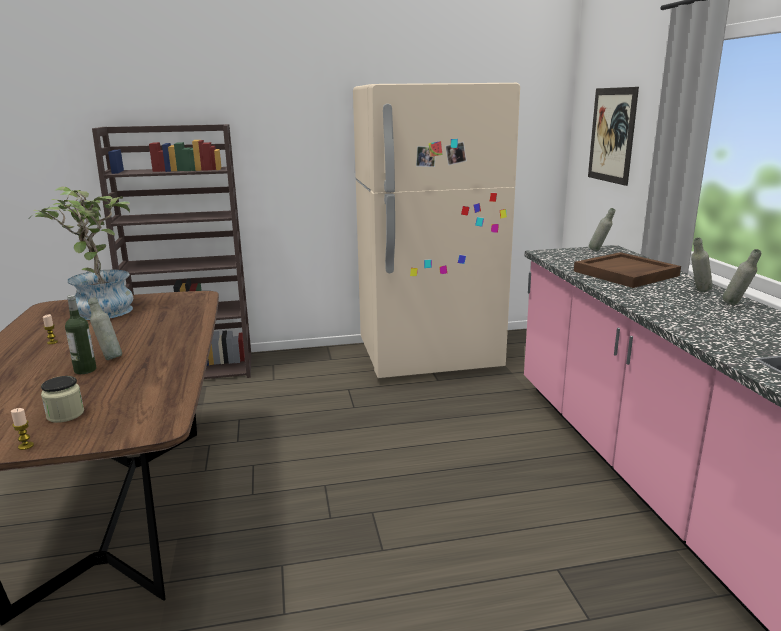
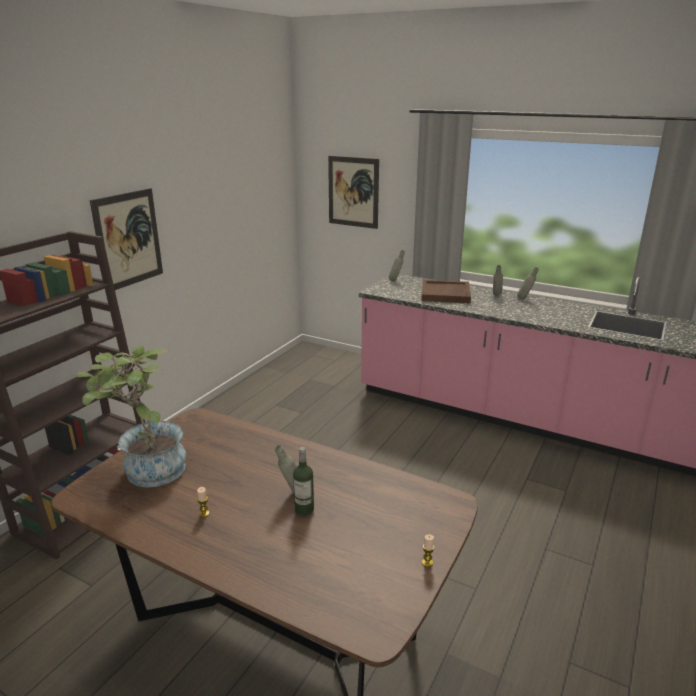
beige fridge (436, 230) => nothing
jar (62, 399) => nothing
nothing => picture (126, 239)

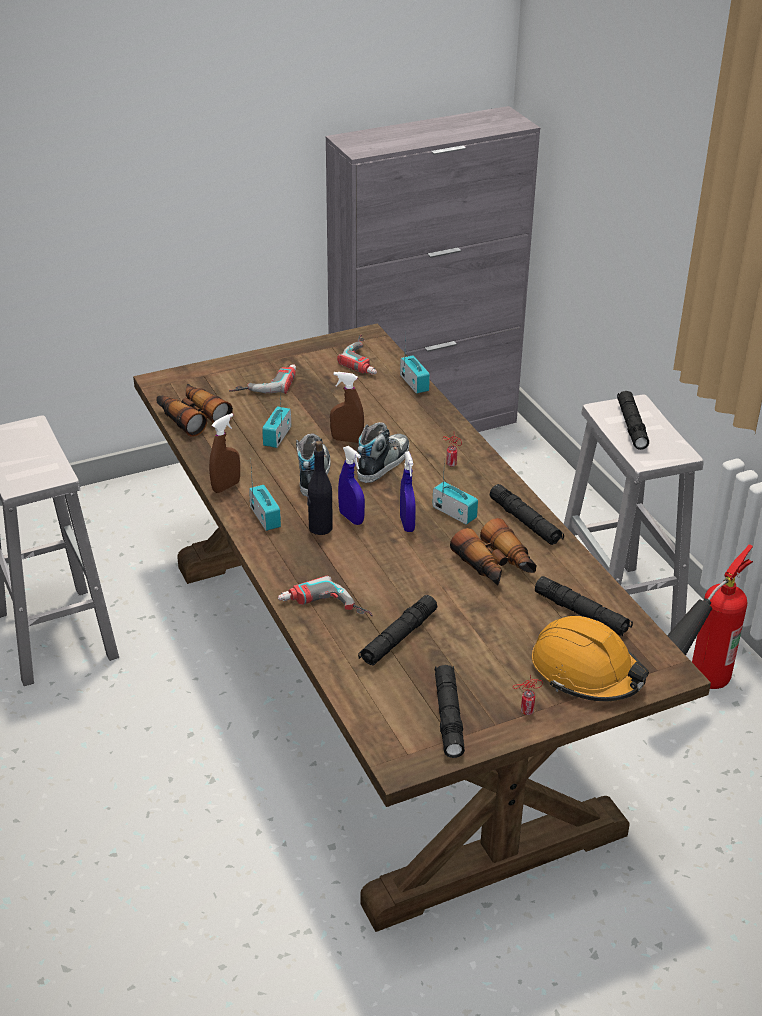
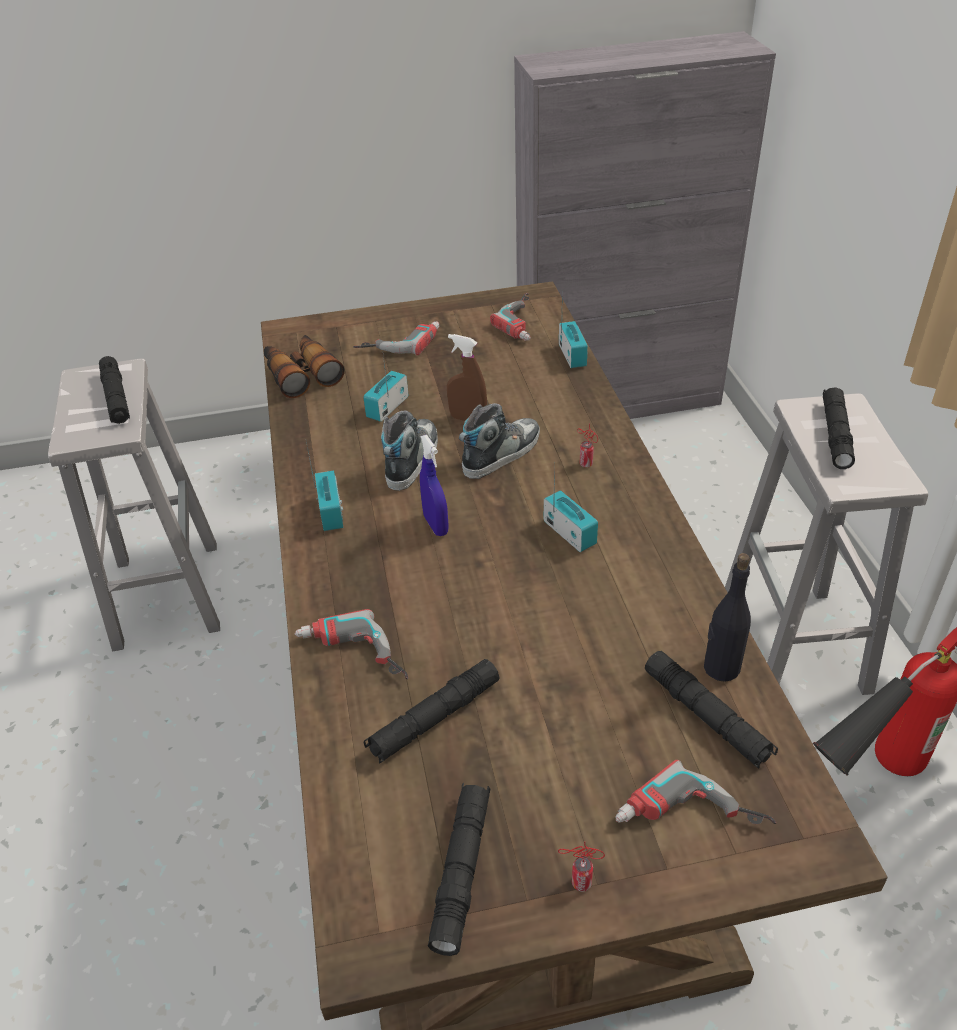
brown spray bottle (224, 453) => nothing
black bottle (320, 488) => black bottle (727, 617), shifted
blue spray bottle (408, 491) => nothing
black flashlight (527, 514) => black flashlight (114, 390), shifted
binoculars (493, 551) => nothing
orange hard hat (590, 658) => power drill (696, 792)

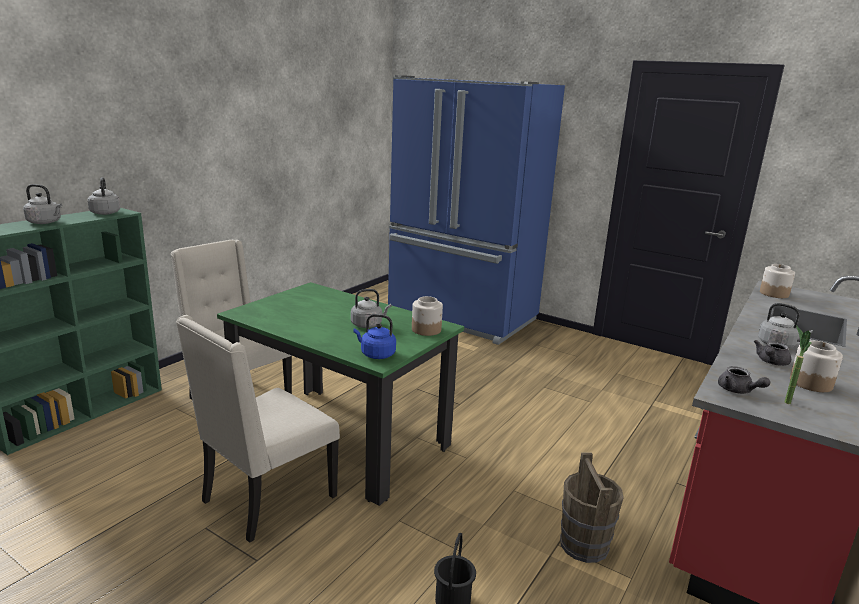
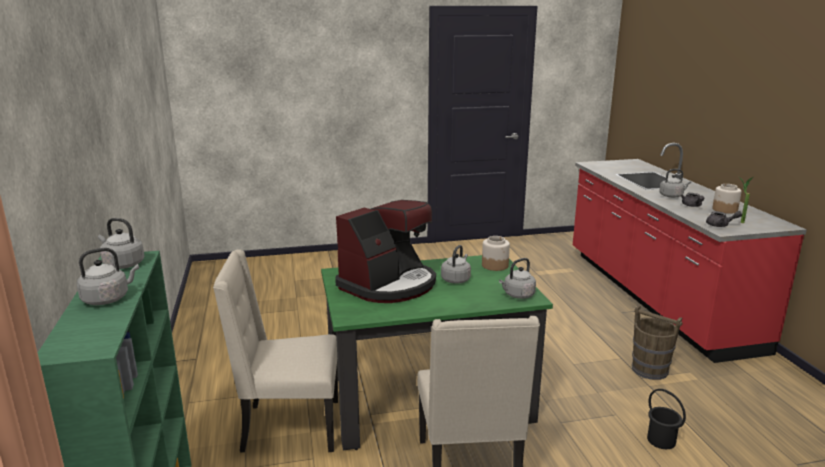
blue fridge (476, 210) => nothing
jar (777, 281) => nothing
blue kettle (375, 336) => grey kettle (517, 278)
nothing => coffee machine (385, 251)

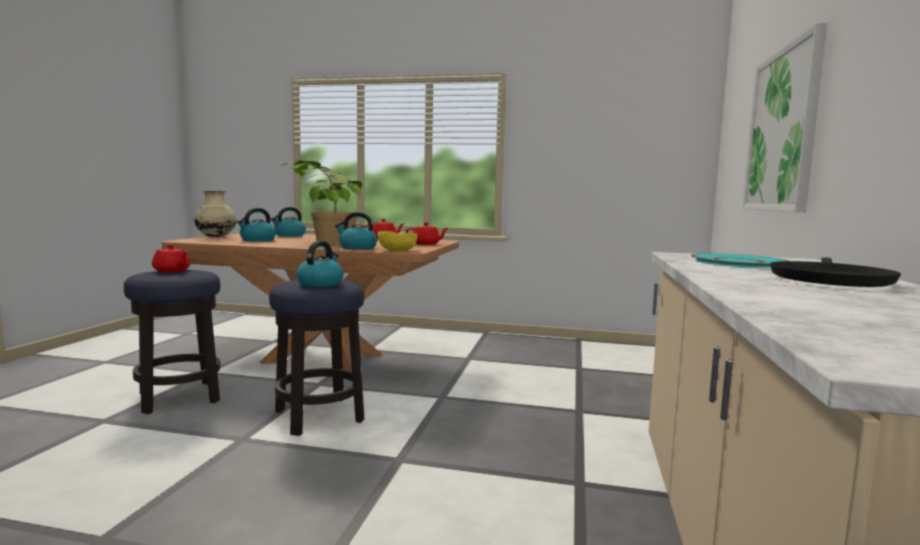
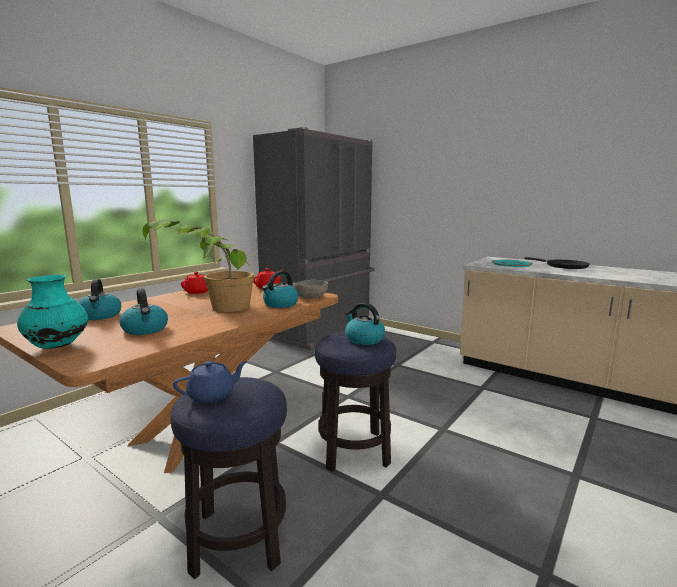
picture (784, 117) => nothing
beige vase (215, 214) => turquoise vase (52, 312)
yellow bowl (397, 241) => grey bowl (310, 289)
red teapot (171, 258) => blue teapot (210, 382)
nothing => grey fridge (314, 238)

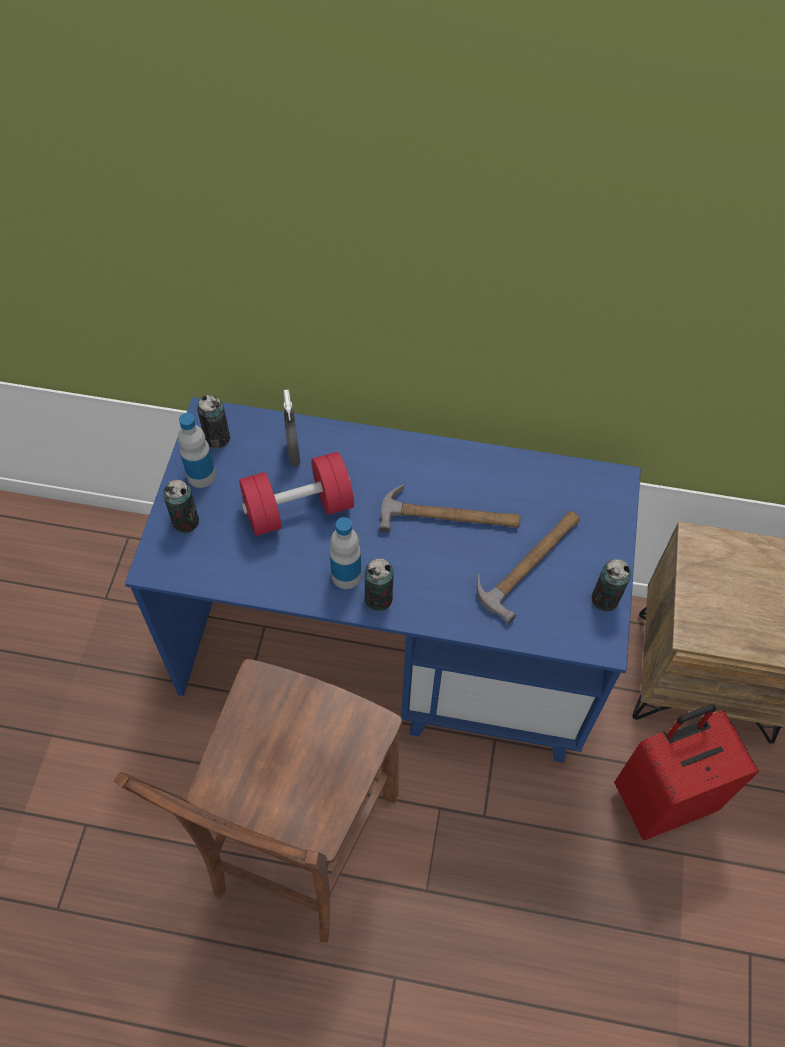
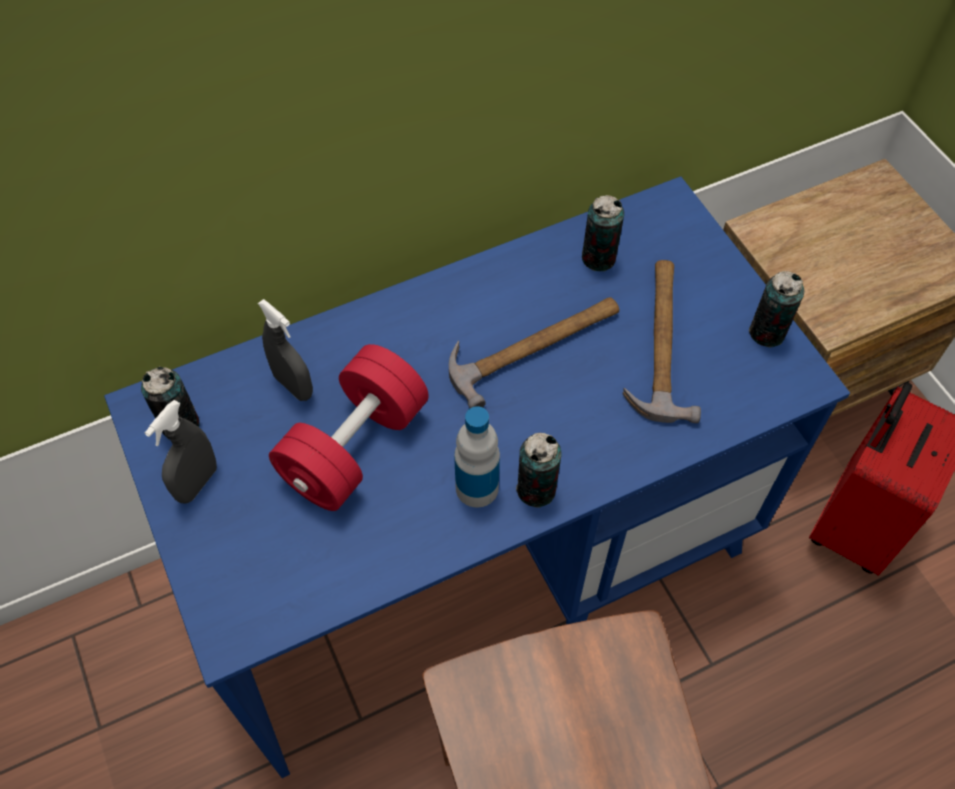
bottle (197, 450) => grey spray bottle (181, 452)
can (181, 506) => can (603, 233), shifted

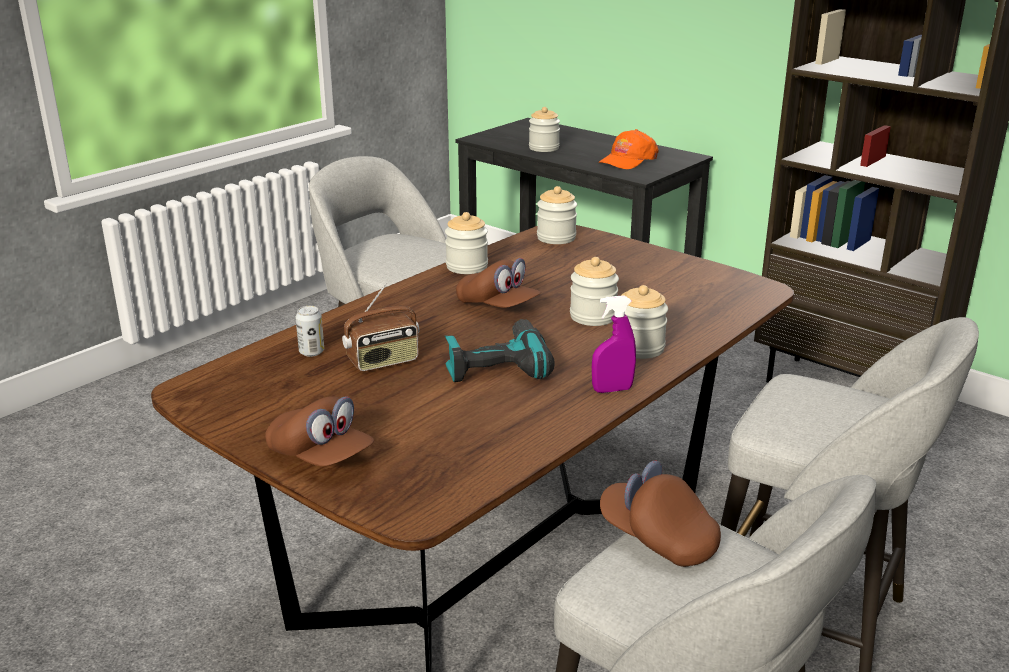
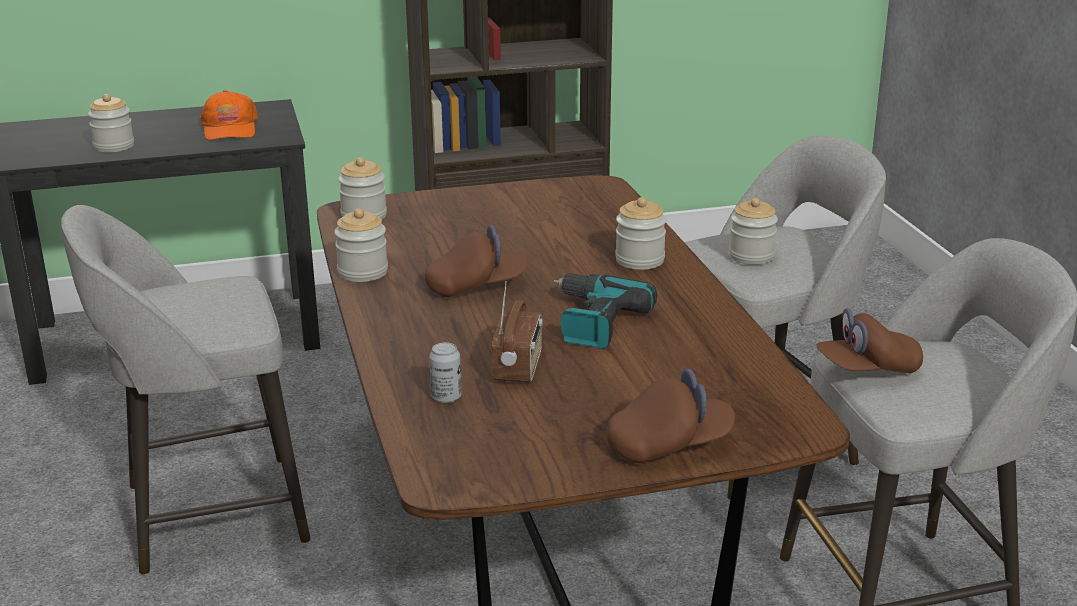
jar (594, 291) => jar (753, 231), shifted
purple spray bottle (614, 344) => nothing

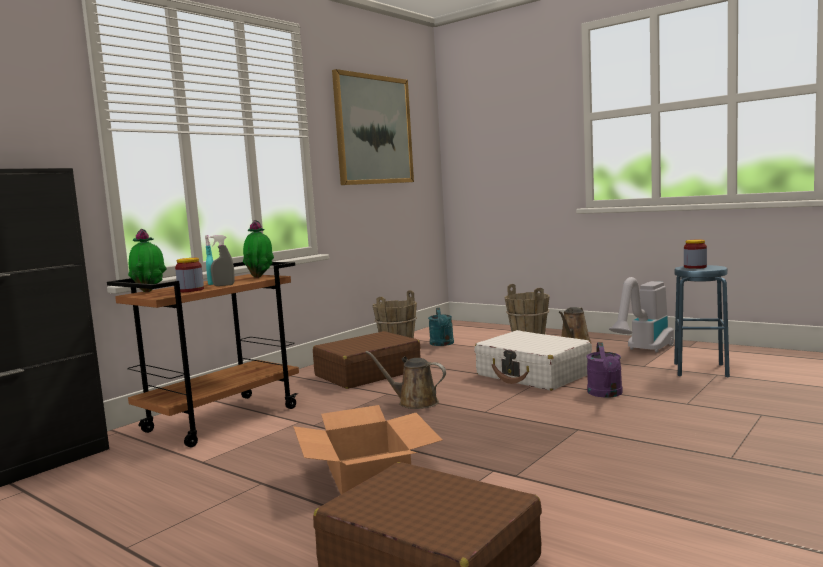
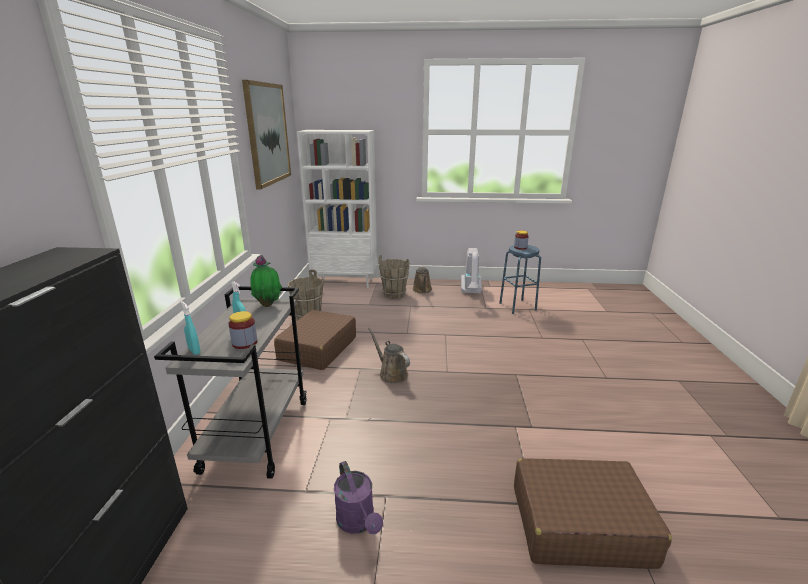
potted plant (147, 260) => turquoise spray bottle (190, 328)
grey spray bottle (222, 260) => nothing
brown cart (203, 354) => grey cart (230, 382)
turquoise watering can (441, 327) => nothing
white suitcase (533, 360) => nothing
purple watering can (604, 370) => purple watering can (358, 497), shifted
brown watering can (405, 380) => brown watering can (389, 355), 60 degrees clockwise
cardboard box (367, 449) => nothing
nothing => white bookcase (337, 209)

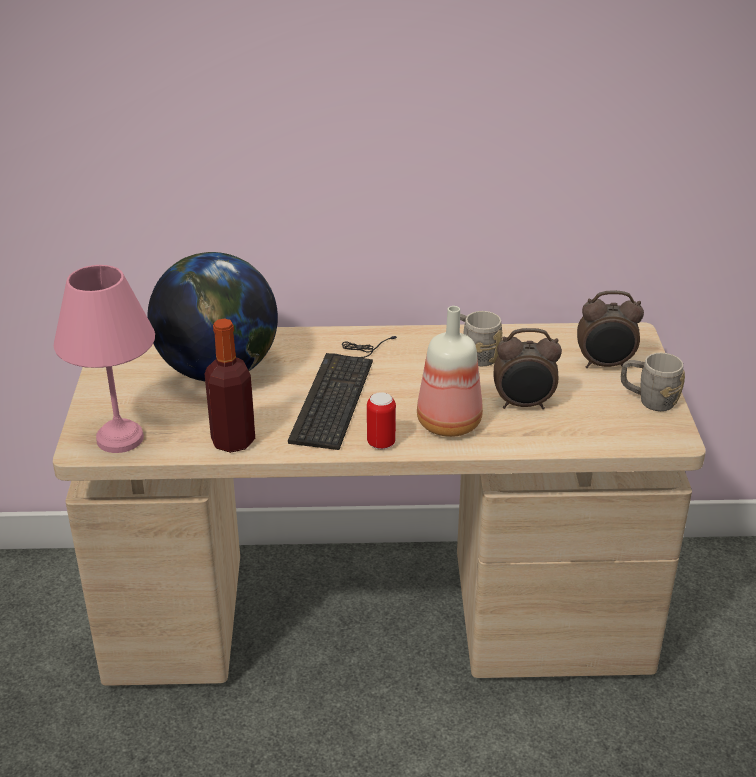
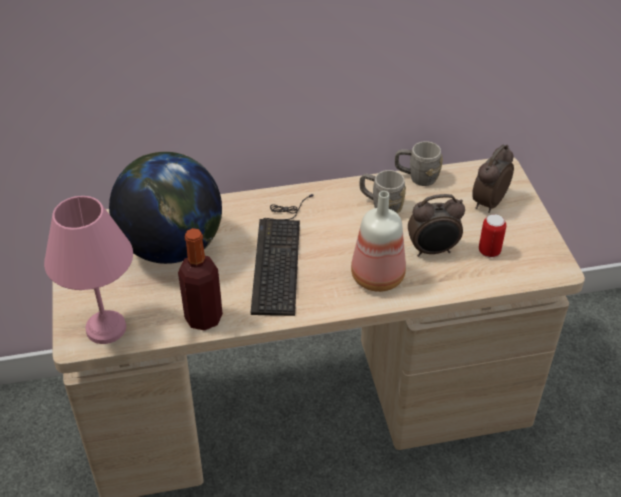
alarm clock (610, 329) => alarm clock (493, 179), 135 degrees clockwise
grey mug (653, 382) => grey mug (419, 163), shifted
can (381, 420) => can (492, 236), shifted

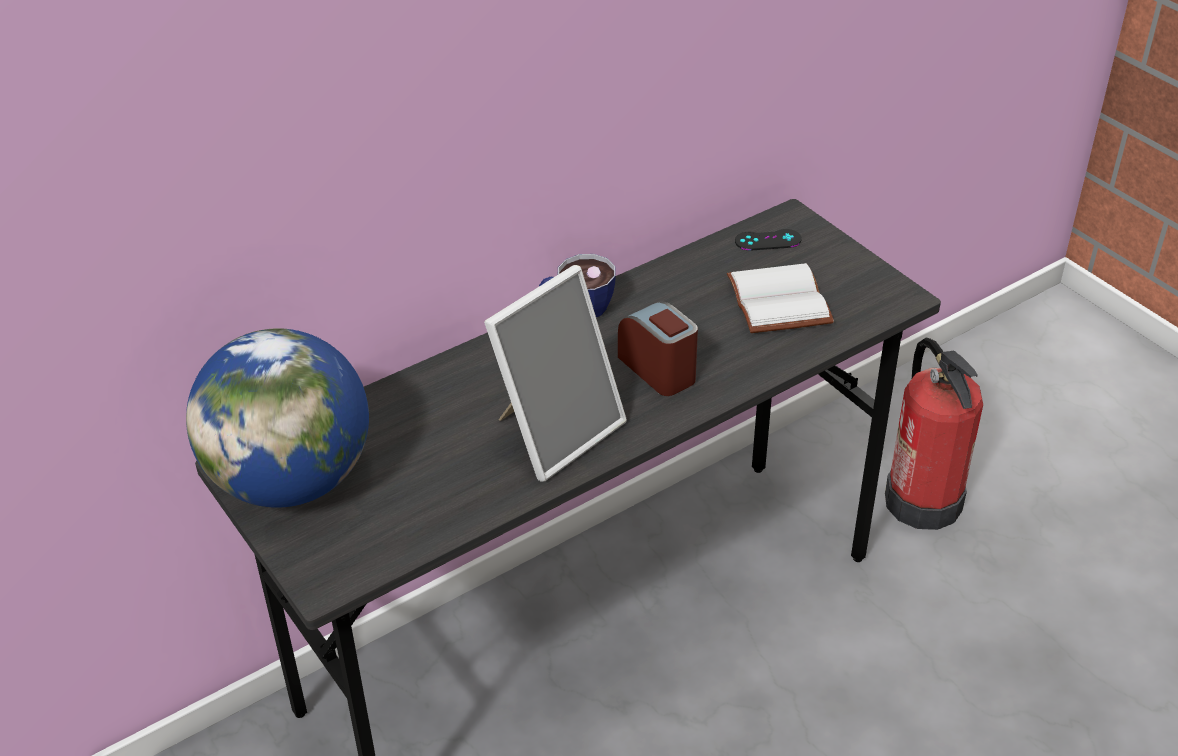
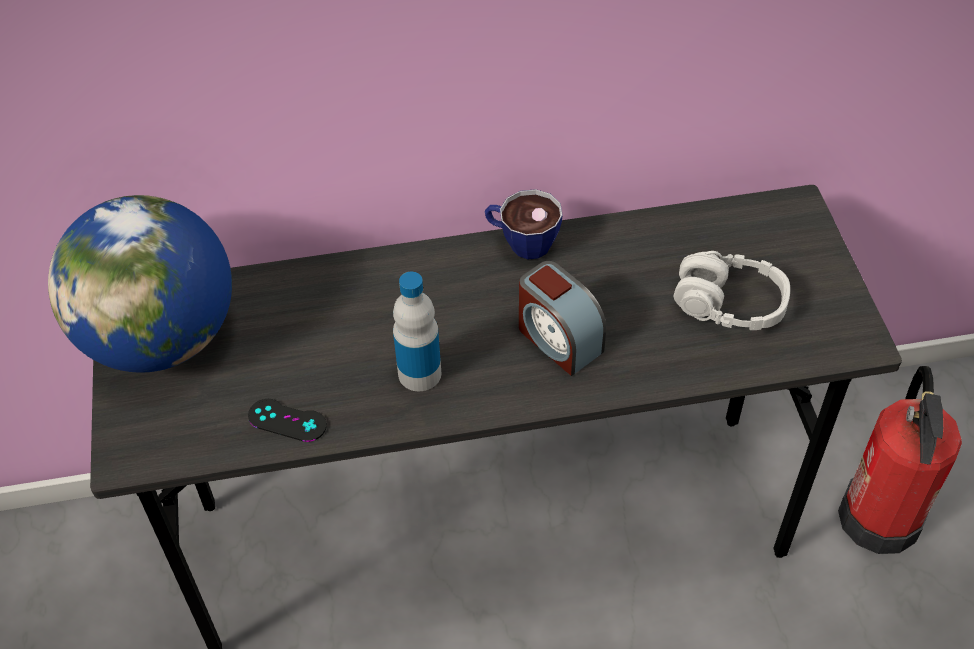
black game controller (768, 240) => black game controller (287, 420), shifted
white book (780, 298) => grey headphones (731, 290)
picture frame (555, 373) => bottle (417, 331)
alarm clock (658, 348) => alarm clock (562, 318), 150 degrees clockwise

